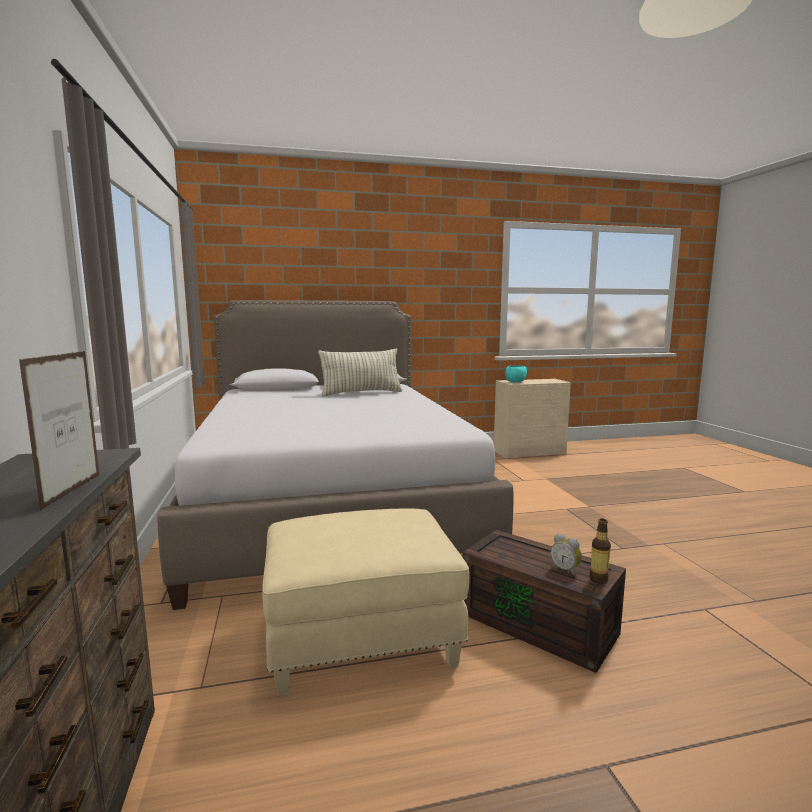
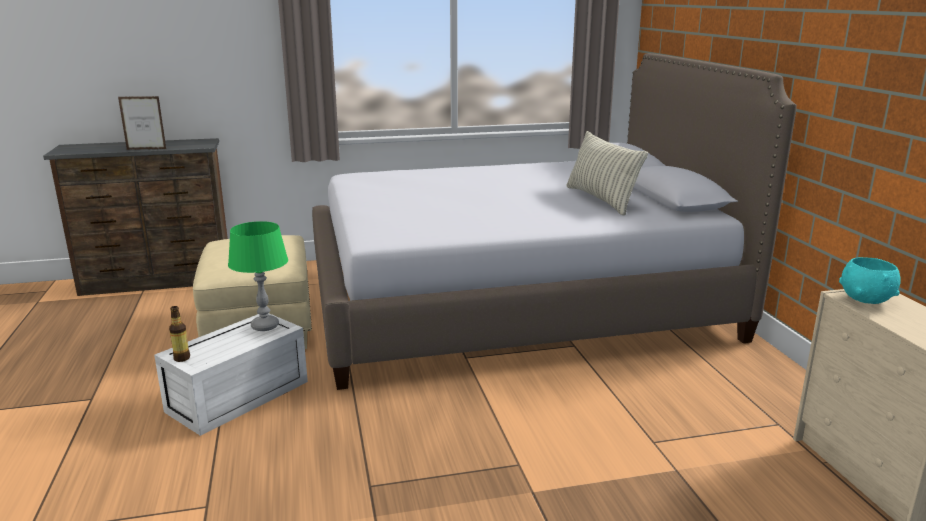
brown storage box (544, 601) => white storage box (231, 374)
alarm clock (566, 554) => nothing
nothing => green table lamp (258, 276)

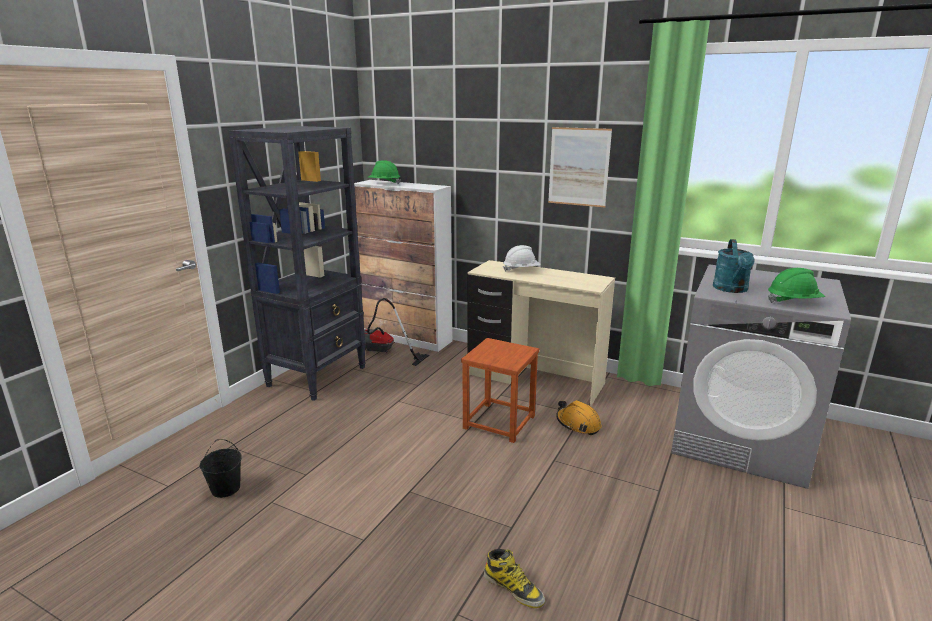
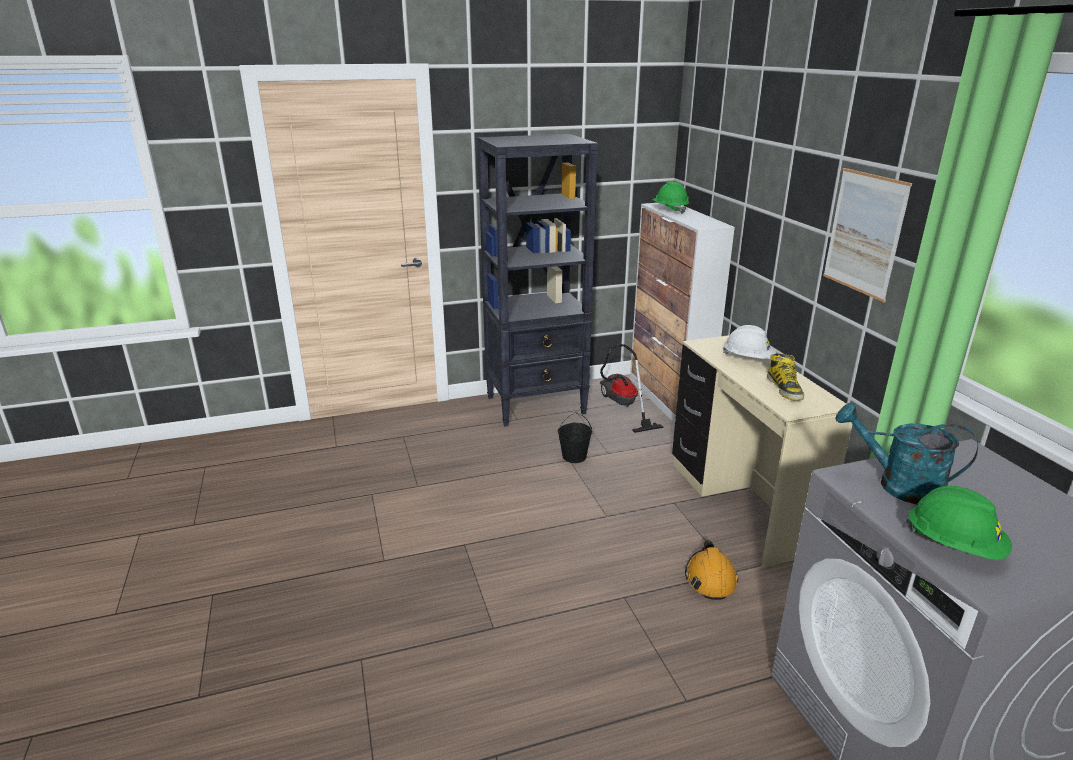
turquoise watering can (734, 266) => turquoise watering can (906, 453), 60 degrees clockwise
brown stool (500, 390) => nothing
black bucket (220, 468) => black bucket (575, 437), shifted
boot (514, 578) => boot (785, 377), shifted

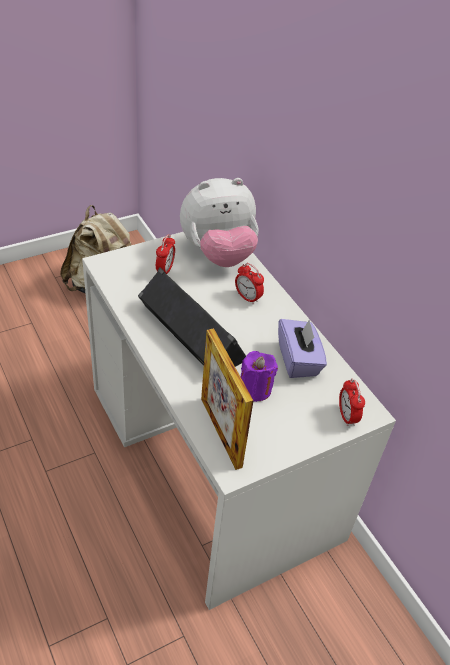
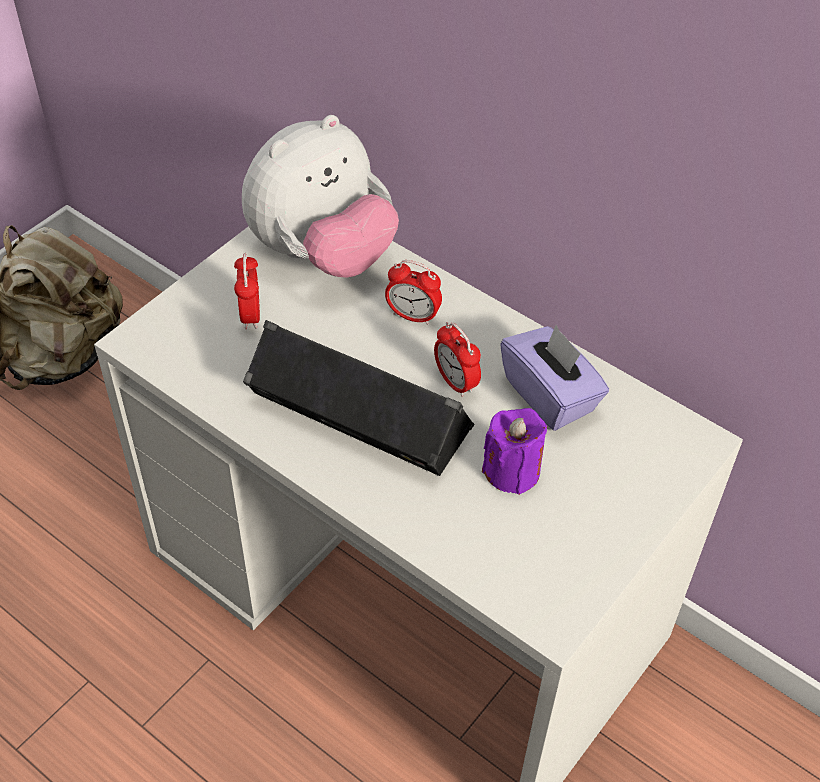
picture frame (227, 399) => nothing
alarm clock (352, 402) => alarm clock (457, 359), shifted

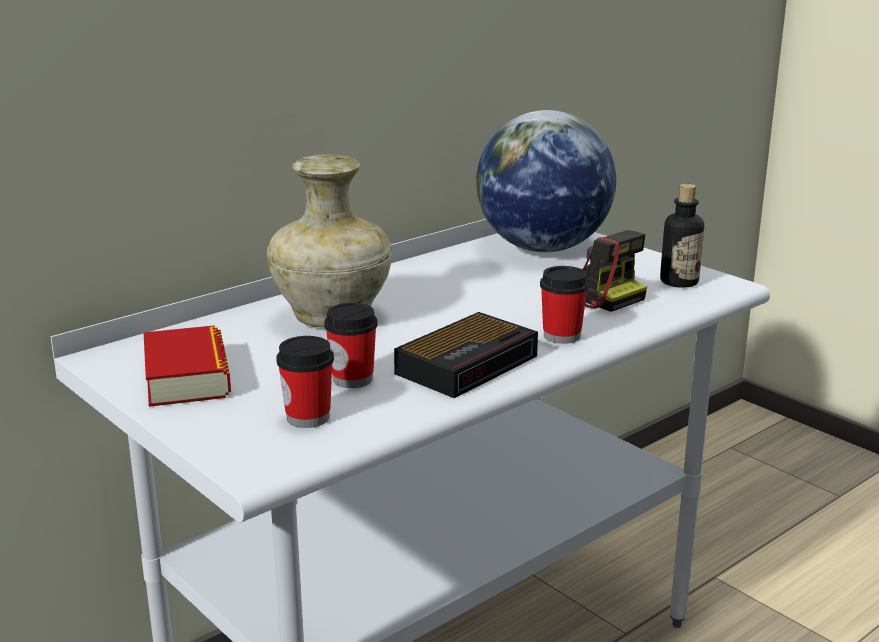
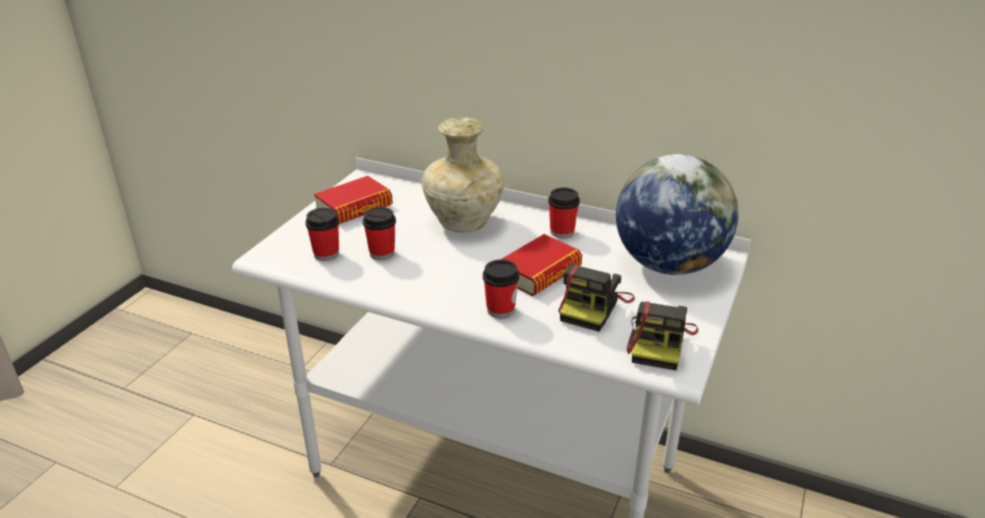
bottle (682, 236) => photo camera (662, 336)
alarm clock (466, 355) => nothing
nothing => cup (564, 213)
nothing => book (542, 265)

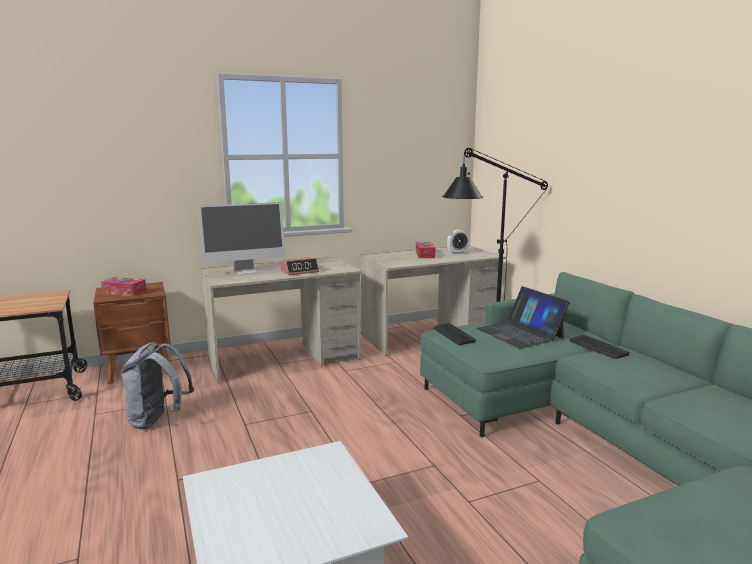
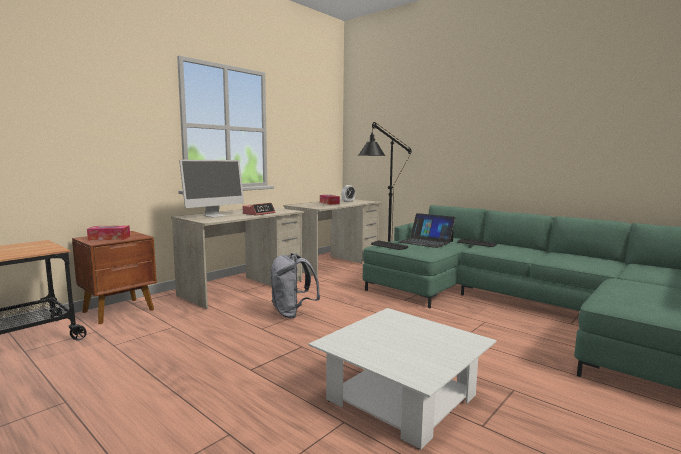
grey backpack (157, 386) => grey backpack (295, 285), shifted

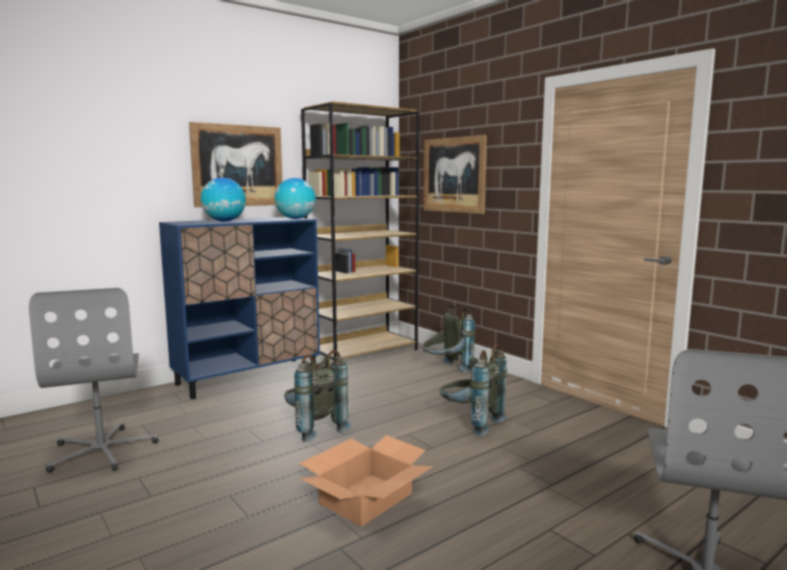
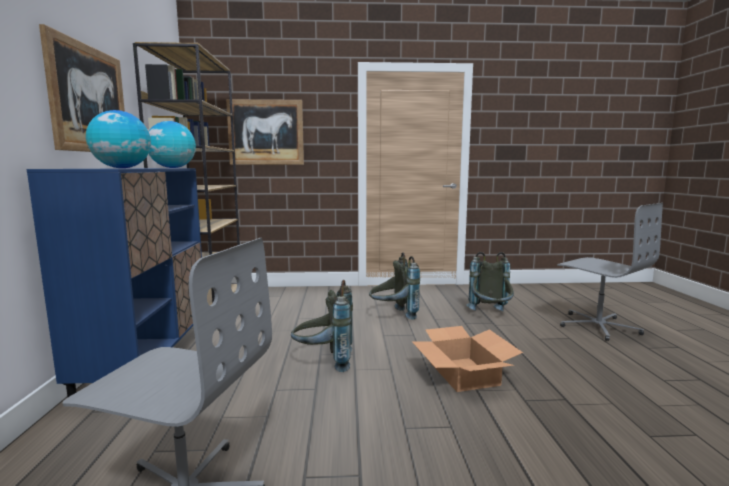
grey backpack (449, 338) => grey backpack (490, 281), shifted

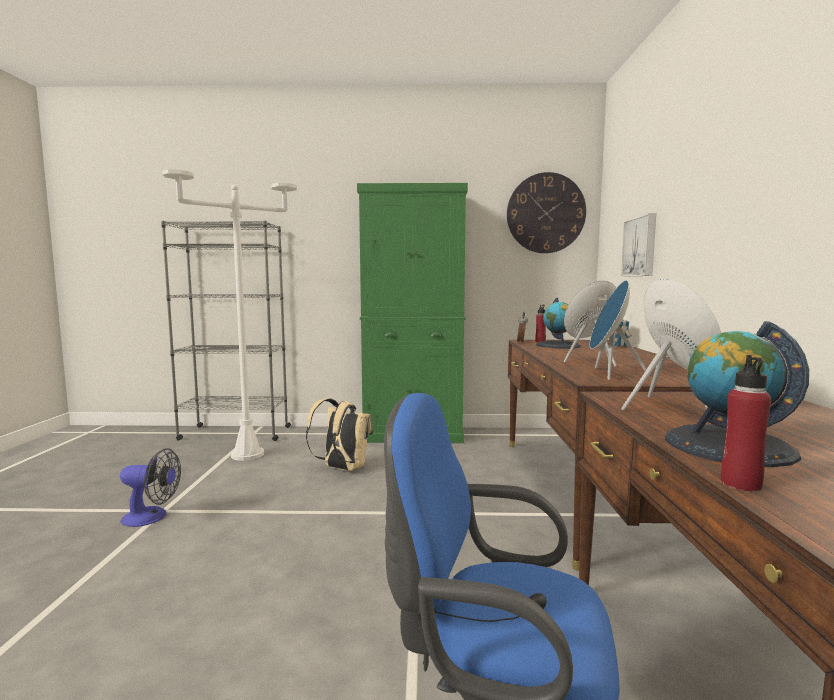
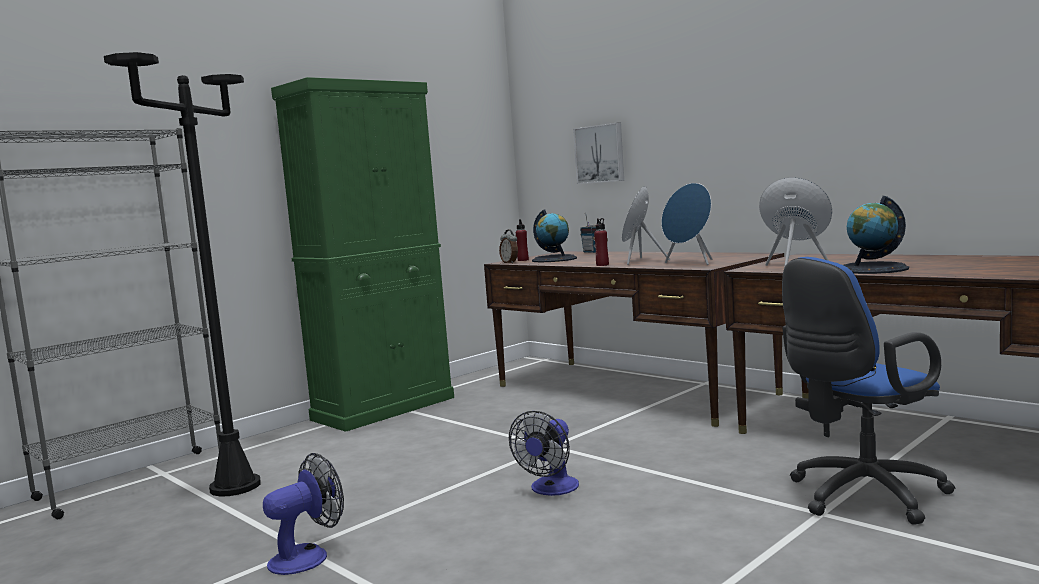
white floor lamp (229, 315) => black floor lamp (182, 274)
wall clock (546, 212) => nothing
red bottle (746, 423) => red bottle (601, 242), shifted
beige backpack (339, 434) => nothing
nothing => fan (544, 453)

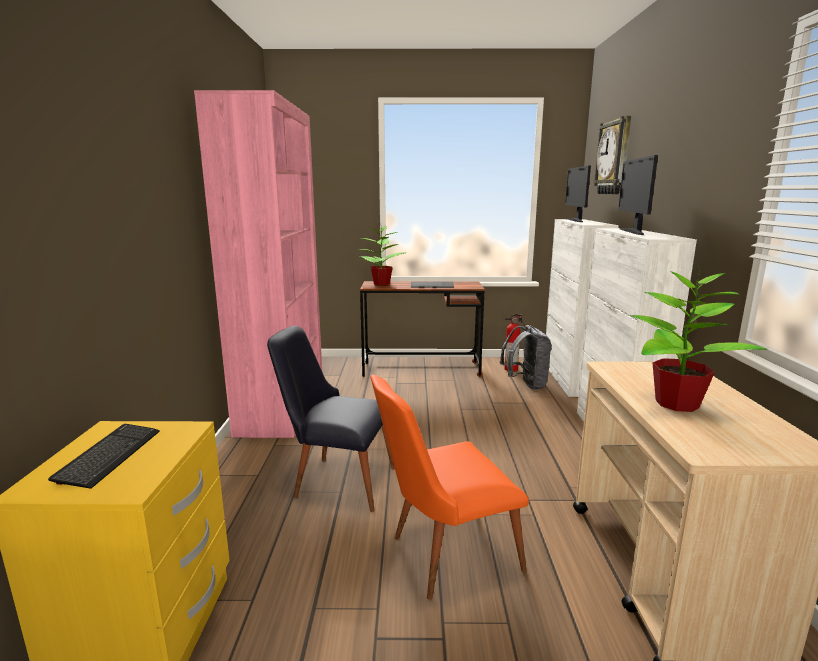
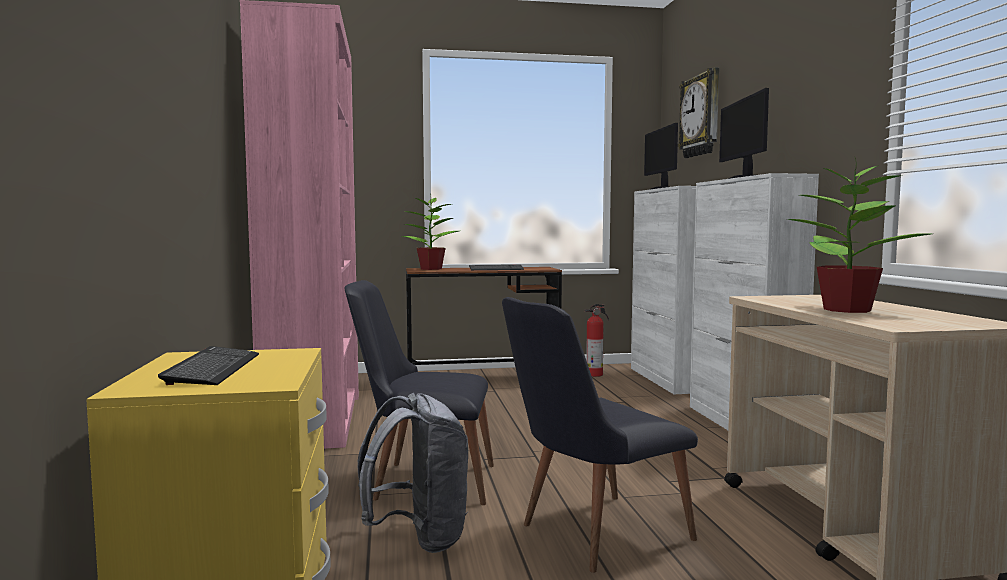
grey backpack (526, 357) => grey backpack (413, 472), shifted
orange chair (449, 487) => black chair (600, 435)

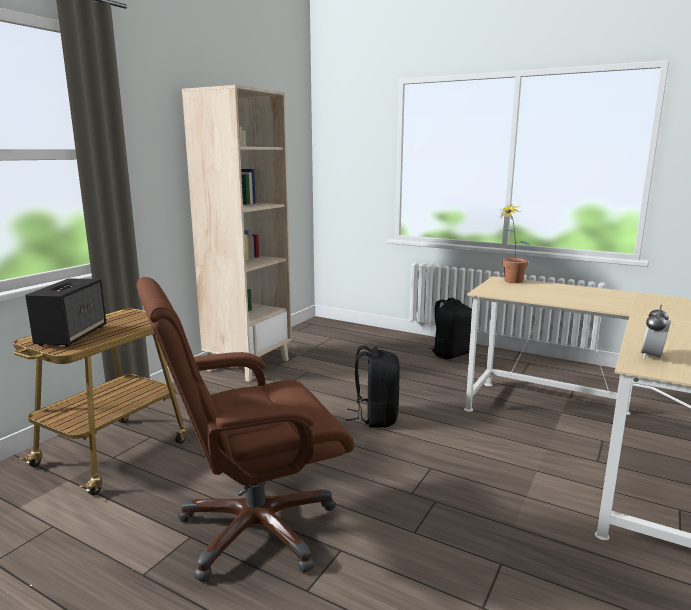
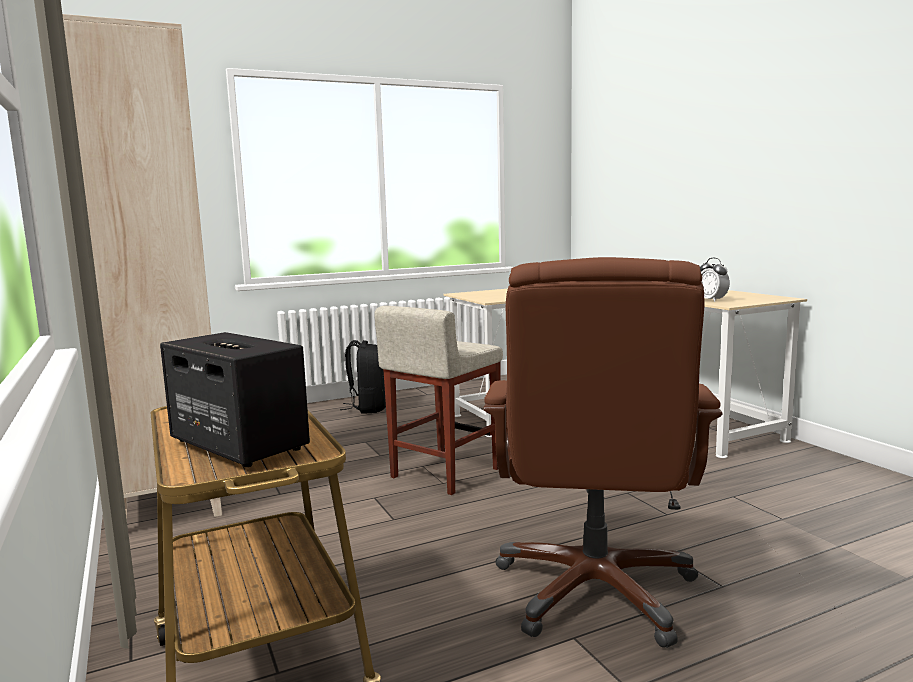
potted plant (514, 243) => nothing
black backpack (373, 386) => beige stool (438, 400)

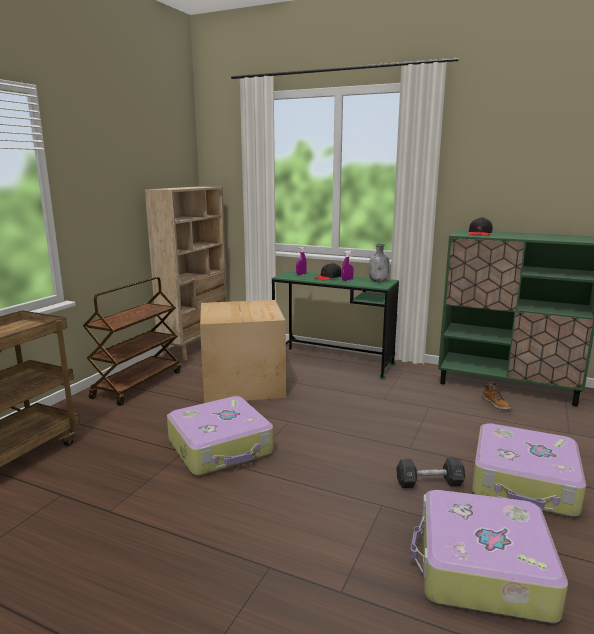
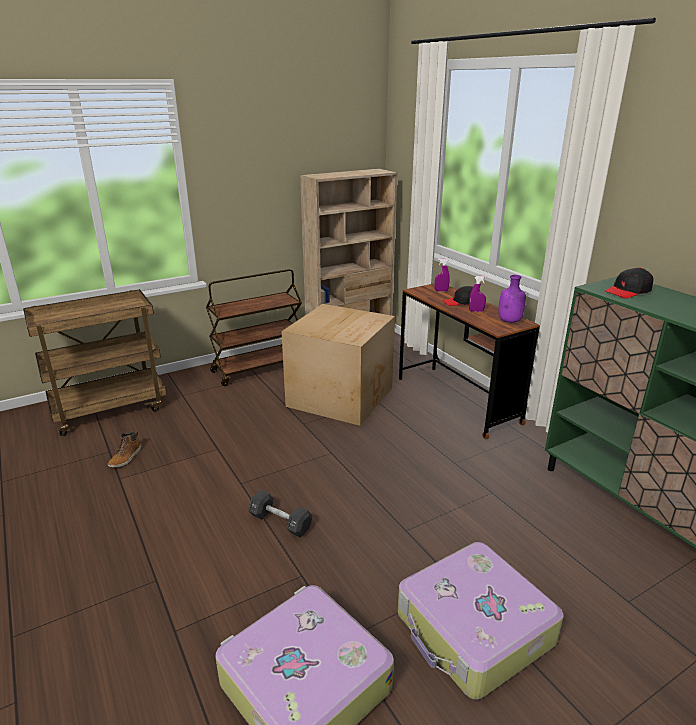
grey bottle (379, 263) => purple bottle (512, 299)
green desk (335, 325) => brown desk (469, 361)
boot (497, 396) => boot (125, 450), shifted
suitcase (220, 435) => nothing
black dumbbell (430, 472) => black dumbbell (280, 514), shifted

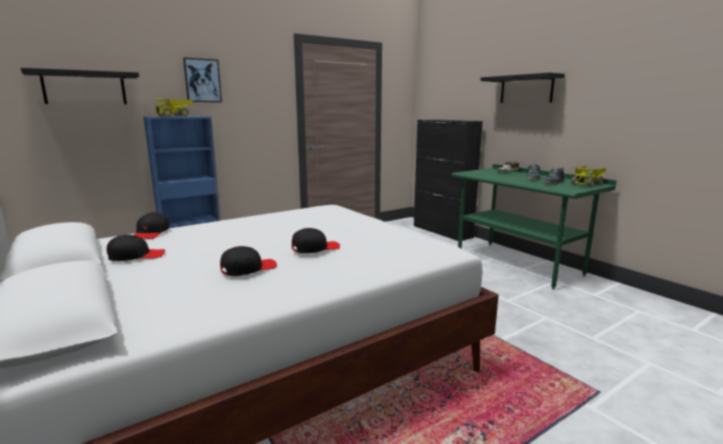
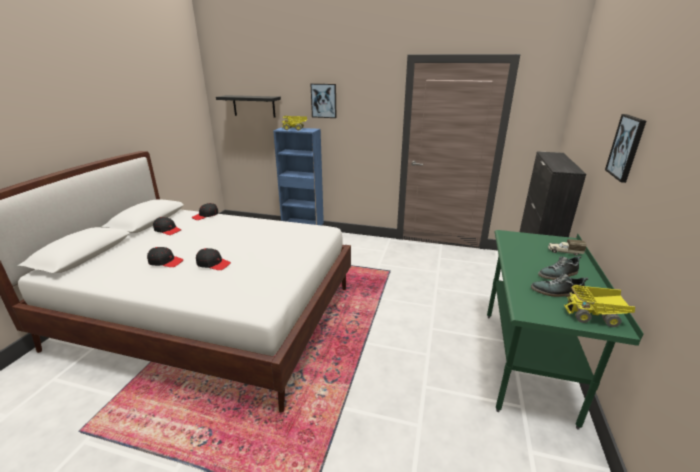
black shelf (522, 88) => picture (625, 148)

